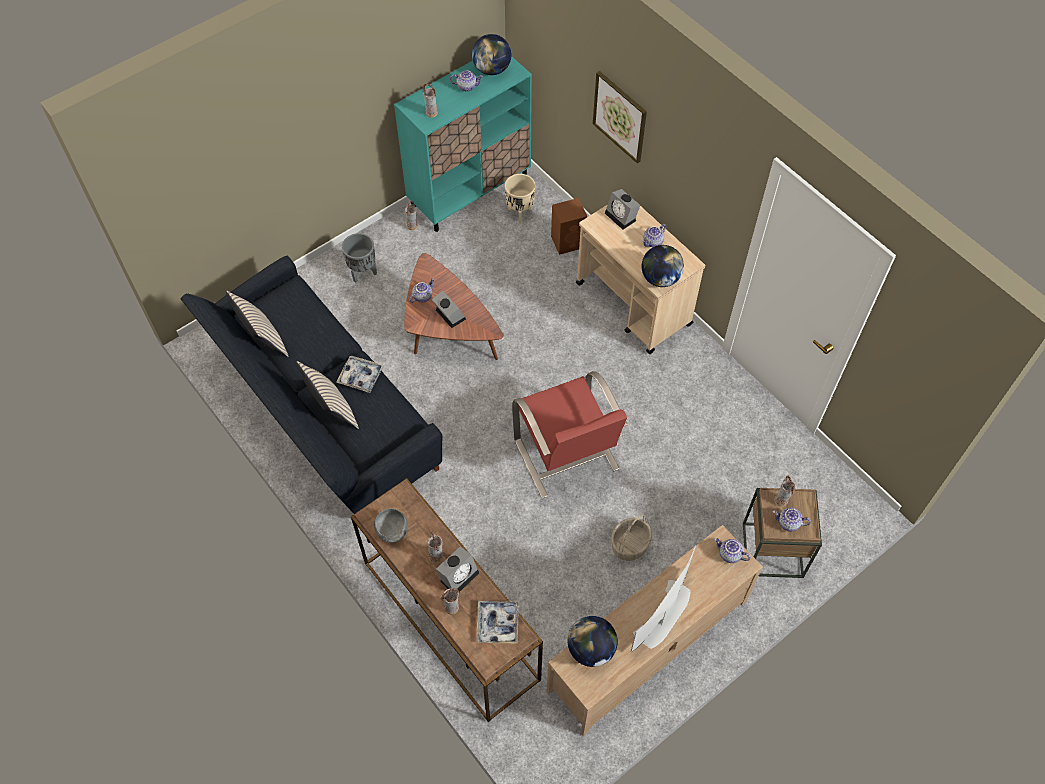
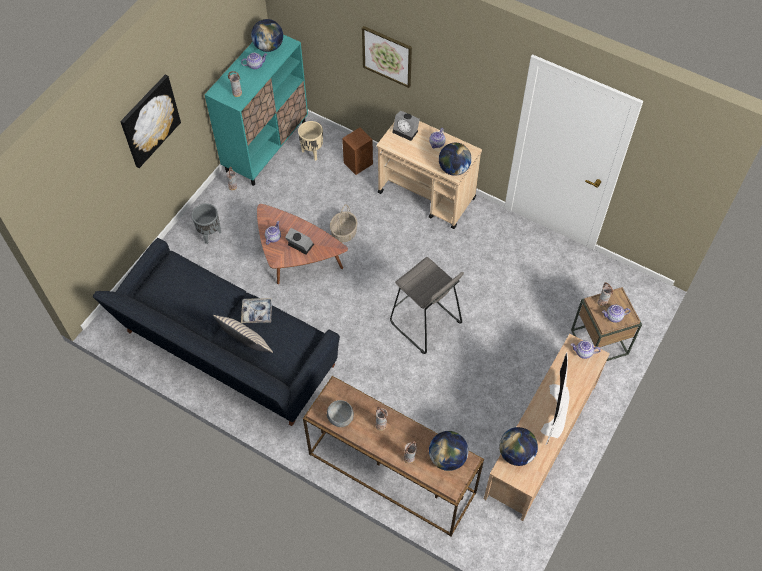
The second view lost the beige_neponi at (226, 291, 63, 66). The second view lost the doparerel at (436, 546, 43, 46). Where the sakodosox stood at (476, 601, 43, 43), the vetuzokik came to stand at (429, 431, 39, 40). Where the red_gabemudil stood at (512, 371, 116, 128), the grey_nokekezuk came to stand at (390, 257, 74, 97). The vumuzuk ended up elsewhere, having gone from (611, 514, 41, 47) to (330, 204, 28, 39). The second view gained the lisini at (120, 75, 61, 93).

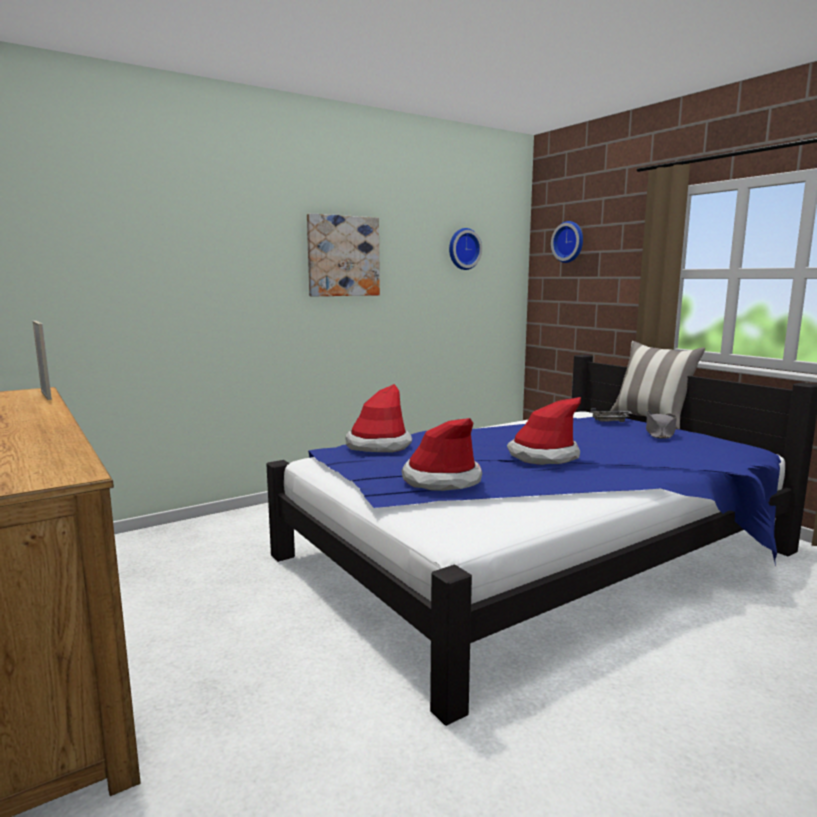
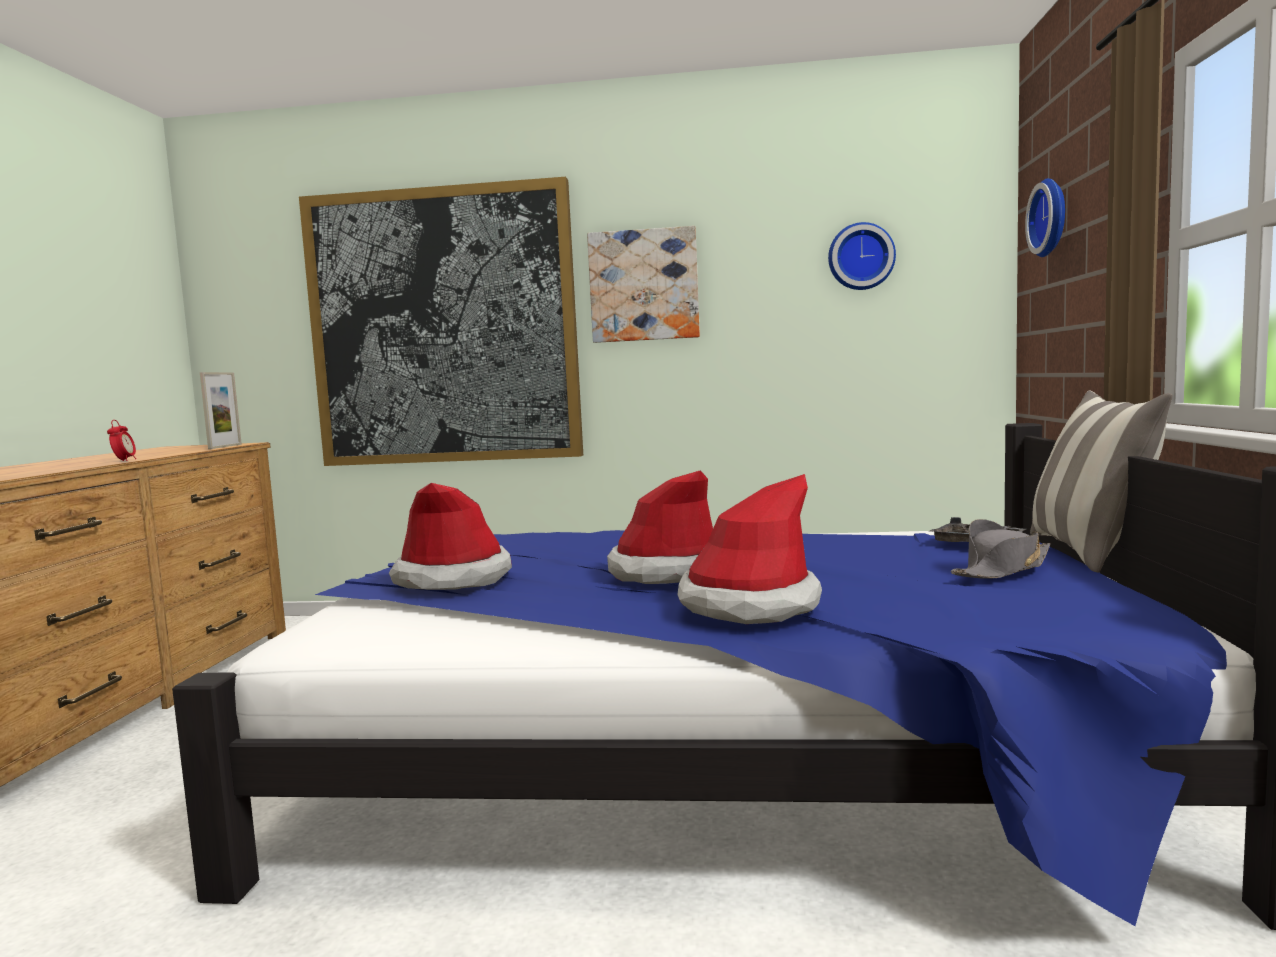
The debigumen ended up elsewhere, having gone from (345, 384, 67, 68) to (677, 474, 145, 150). The second view gained the doparerel at (107, 420, 29, 41). The second view gained the lisini at (299, 177, 284, 289).

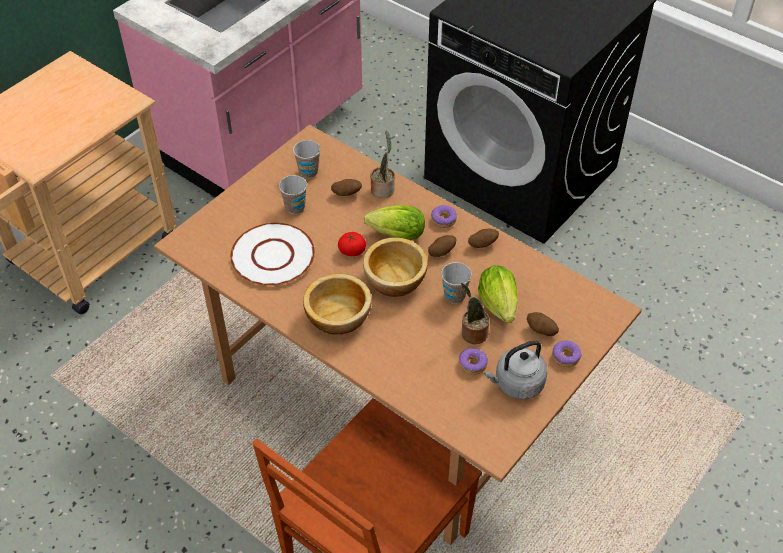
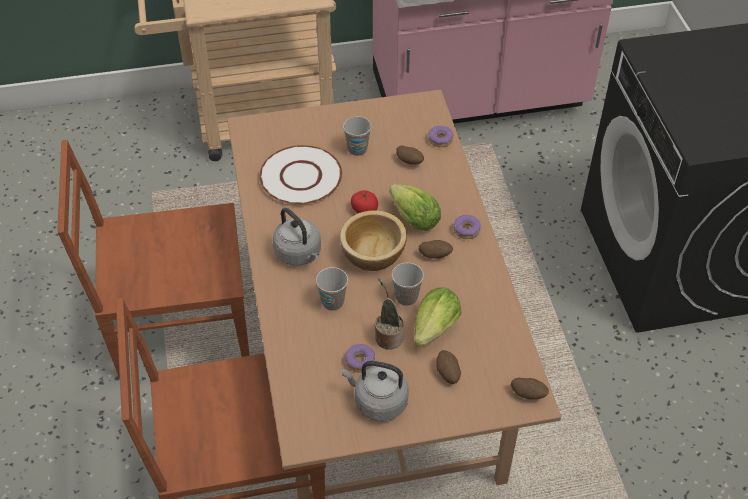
The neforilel ended up elsewhere, having gone from (293, 140, 27, 38) to (316, 267, 32, 44). Where the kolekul stood at (303, 274, 68, 61), the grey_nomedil came to stand at (273, 208, 48, 58). The second view lost the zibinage at (370, 131, 25, 67). The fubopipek ended up elsewhere, having gone from (468, 229, 31, 19) to (511, 378, 38, 21). The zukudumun ended up elsewhere, having gone from (552, 340, 30, 27) to (428, 126, 25, 21). The second view gained the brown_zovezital at (57, 140, 193, 239).

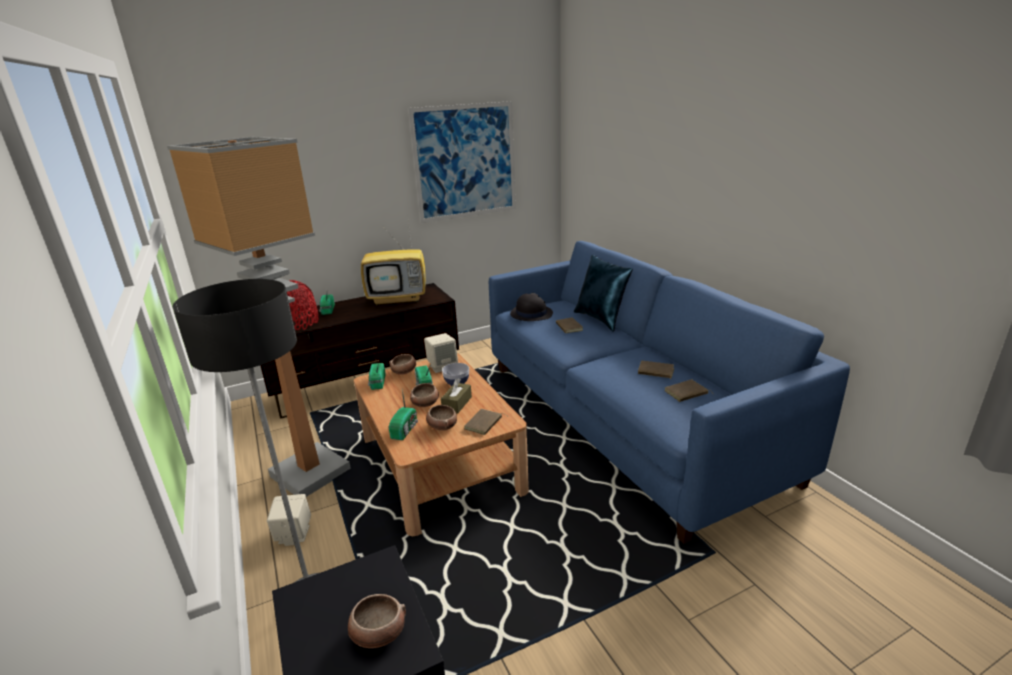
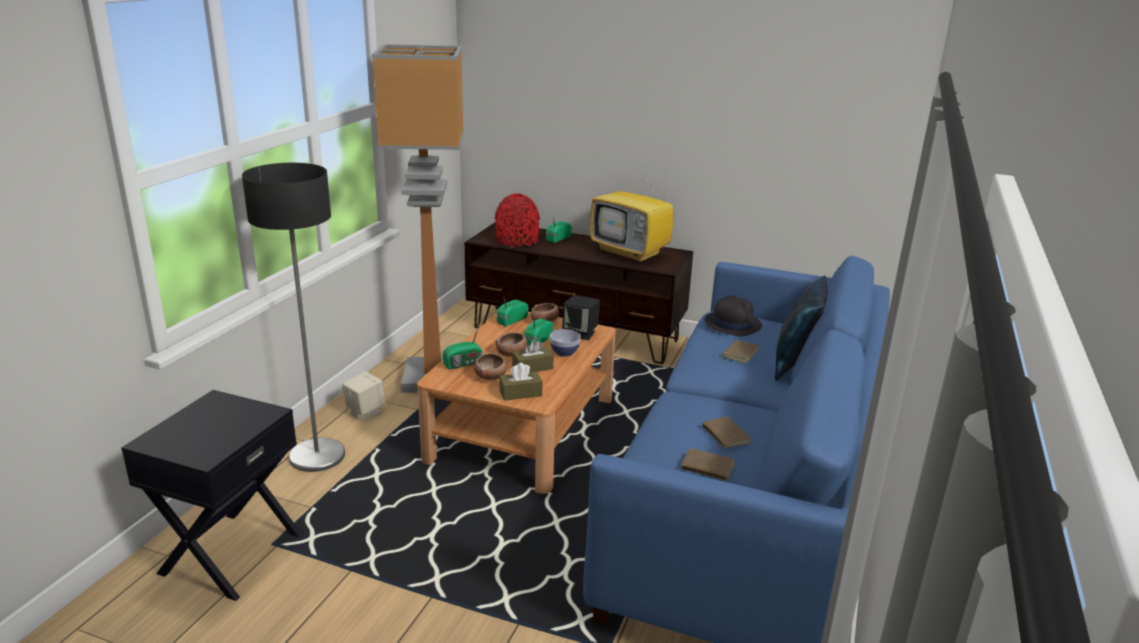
The second view lost the kolekul at (348, 594, 58, 54). The second view lost the lisini at (408, 101, 108, 122). What was the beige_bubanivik at (424, 333, 34, 40) turned into the black_bubanivik at (562, 295, 38, 45). Where the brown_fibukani stood at (464, 409, 45, 26), the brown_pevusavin came to stand at (499, 363, 43, 38).

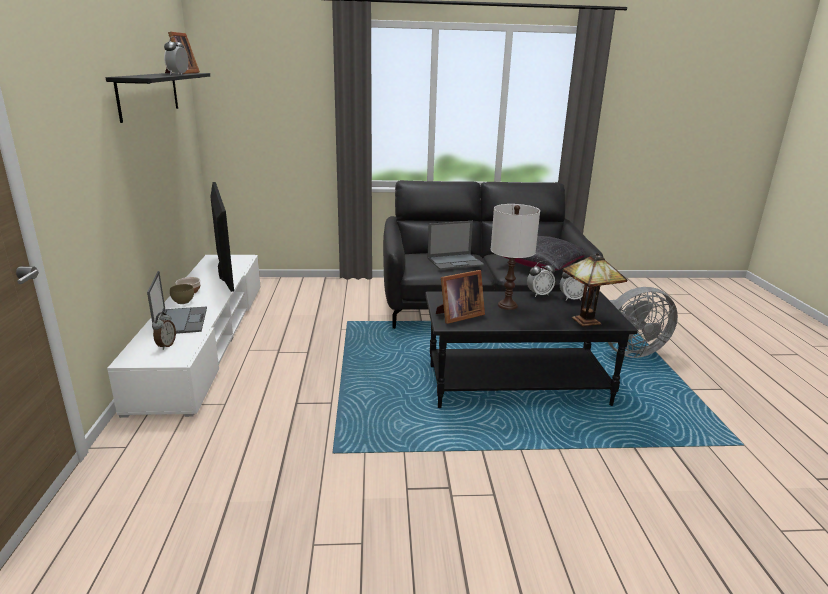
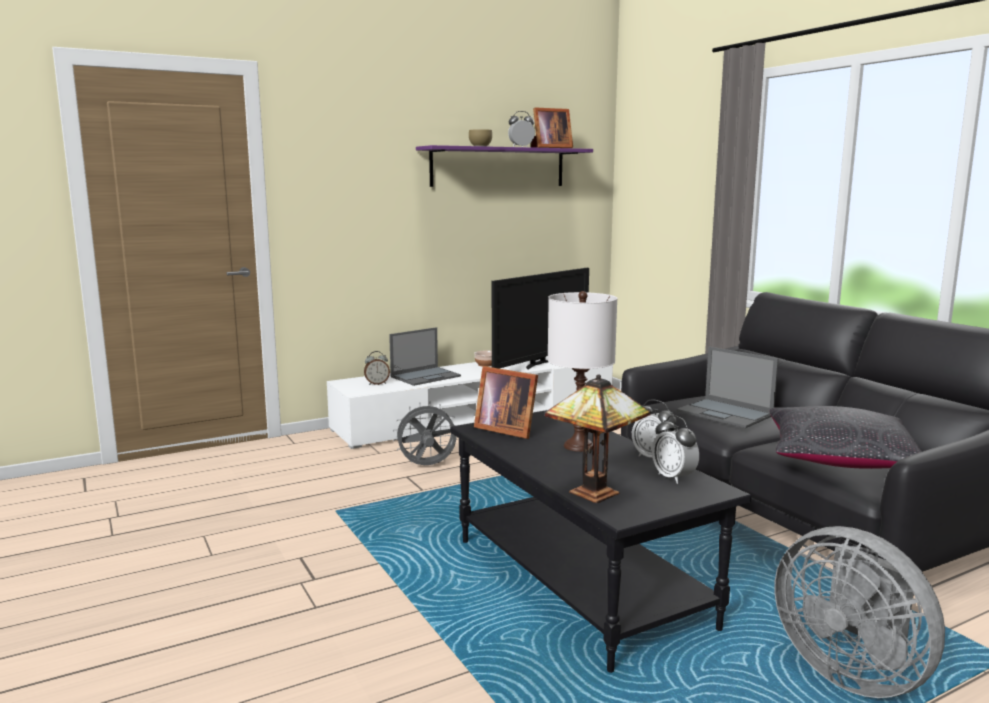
What was the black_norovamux at (106, 72, 104, 51) turned into the purple_norovamux at (416, 145, 177, 42). The brown_kolekul ended up elsewhere, having gone from (170, 284, 24, 20) to (469, 129, 23, 17). The second view gained the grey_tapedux at (393, 402, 64, 63).

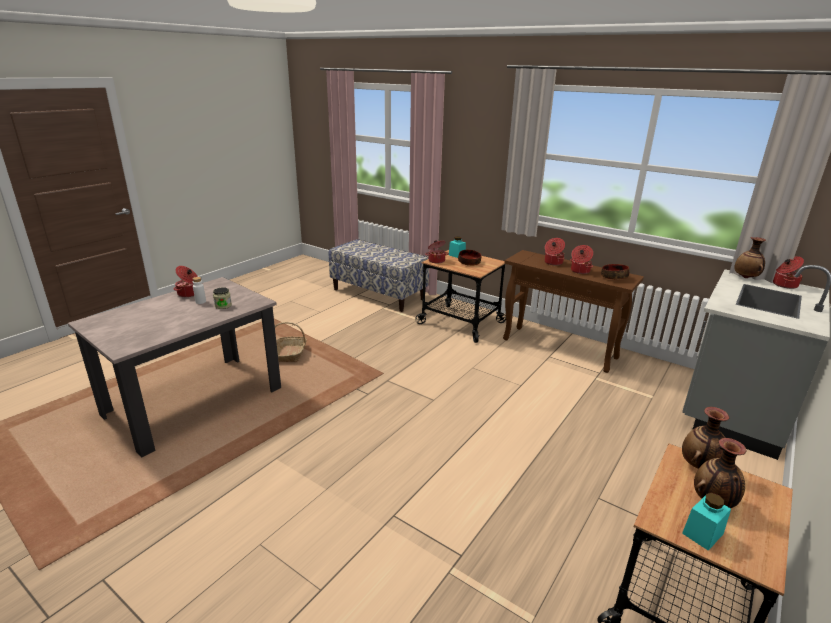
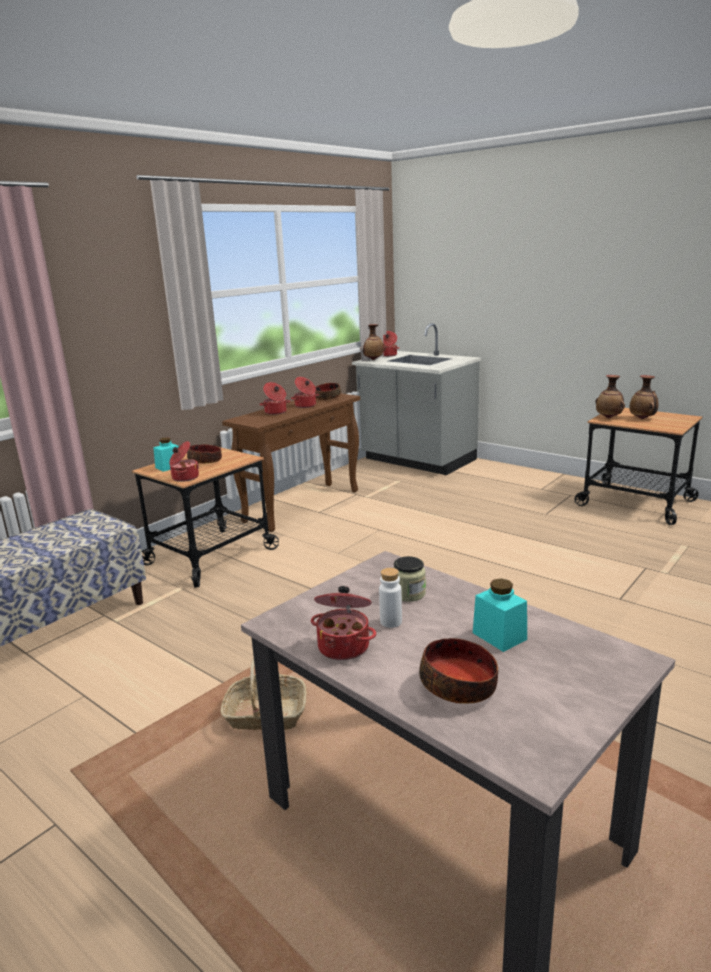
The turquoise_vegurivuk ended up elsewhere, having gone from (682, 493, 49, 58) to (473, 579, 54, 73). The second view gained the kolekul at (419, 638, 79, 66).

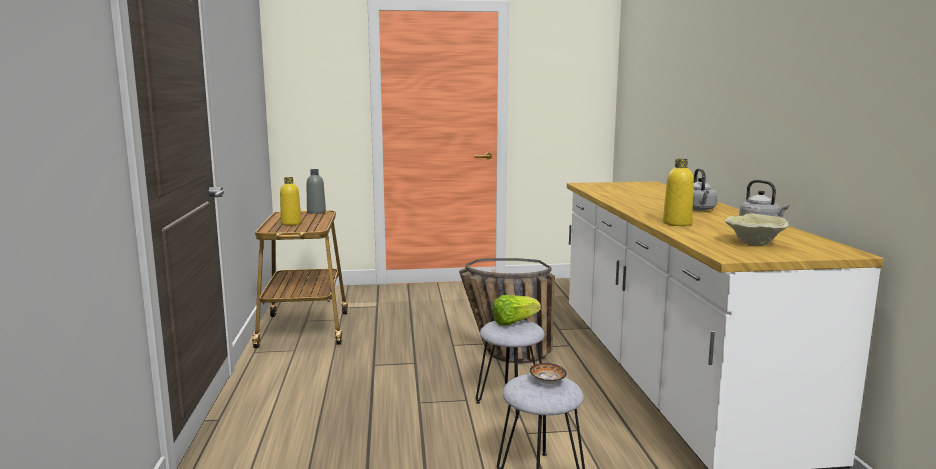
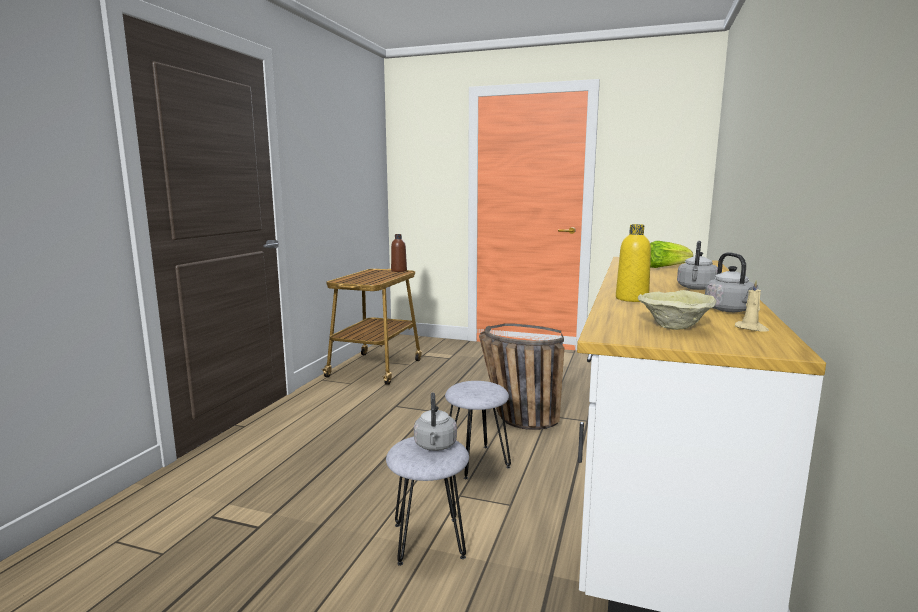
The second view lost the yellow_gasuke at (280, 177, 22, 48). What was the grey_gasuke at (306, 169, 20, 45) turned into the brown_gasuke at (391, 234, 16, 38). The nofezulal ended up elsewhere, having gone from (493, 295, 48, 30) to (650, 241, 43, 27). Where the kolekul stood at (530, 363, 37, 21), the grey_nomedil came to stand at (414, 392, 43, 59). The second view gained the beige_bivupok at (735, 280, 34, 51).

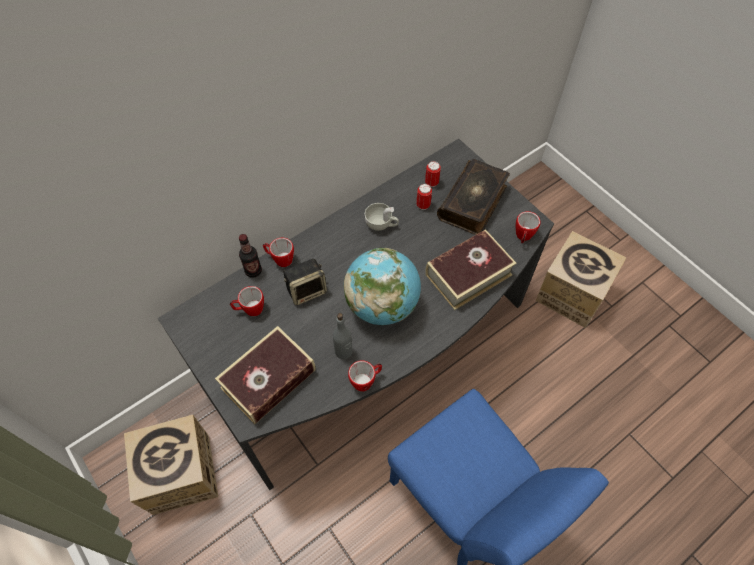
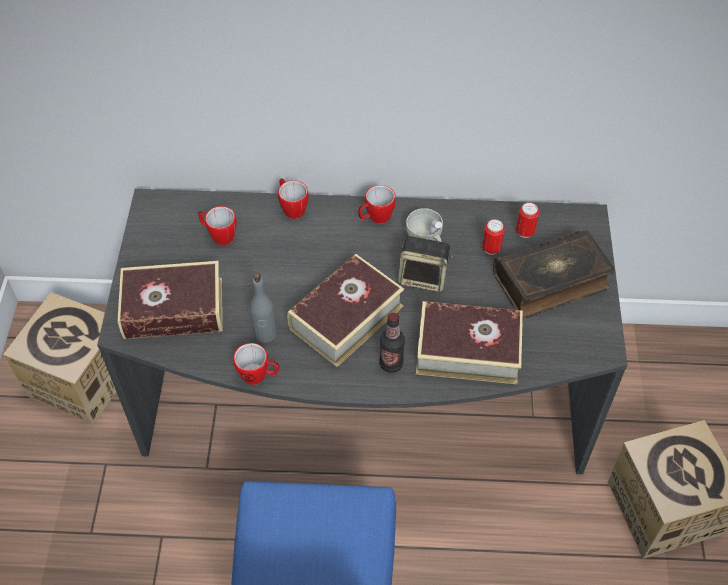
The gasuke ended up elsewhere, having gone from (239, 234, 23, 44) to (379, 313, 26, 60). The bubanivik ended up elsewhere, having gone from (283, 259, 44, 46) to (398, 236, 55, 56). Where the vetuzokik stood at (344, 248, 77, 77), the fibukani came to stand at (287, 254, 117, 113). The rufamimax ended up elsewhere, having gone from (516, 211, 24, 32) to (358, 185, 38, 39).

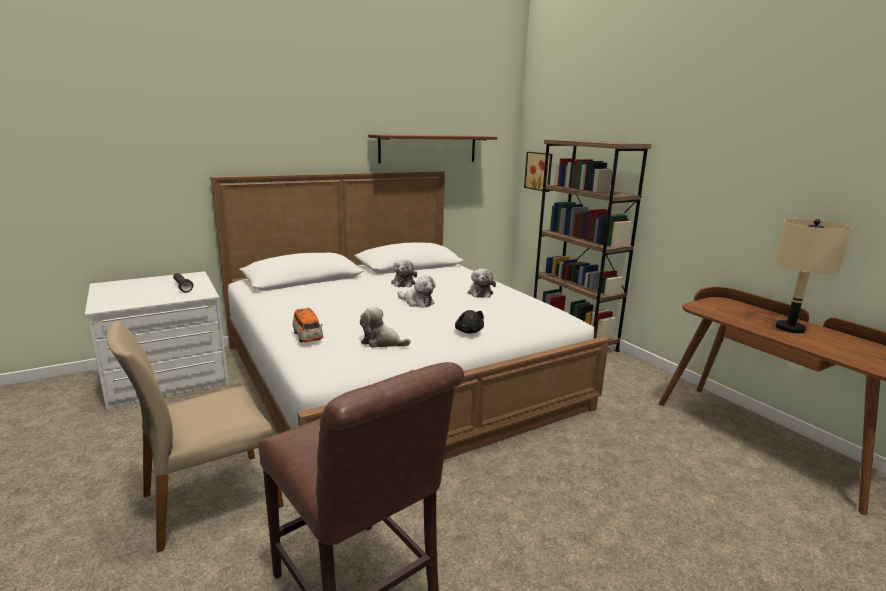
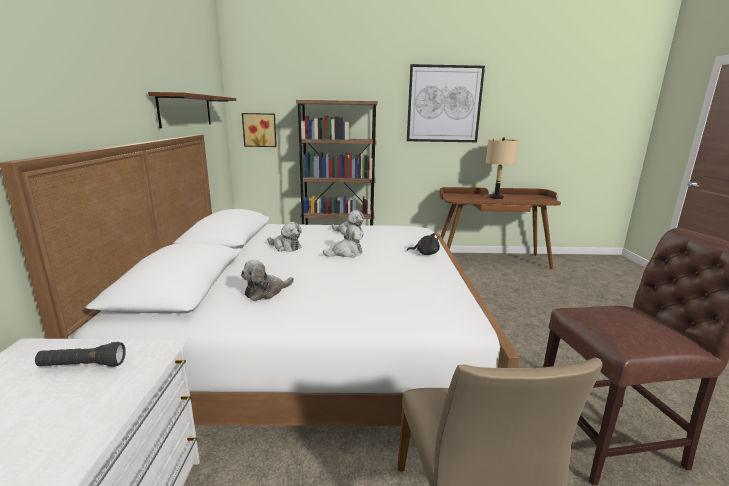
The second view lost the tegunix at (292, 307, 31, 35). The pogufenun ended up elsewhere, having gone from (360, 306, 51, 42) to (241, 260, 53, 41). The second view gained the lisini at (407, 64, 78, 78).

